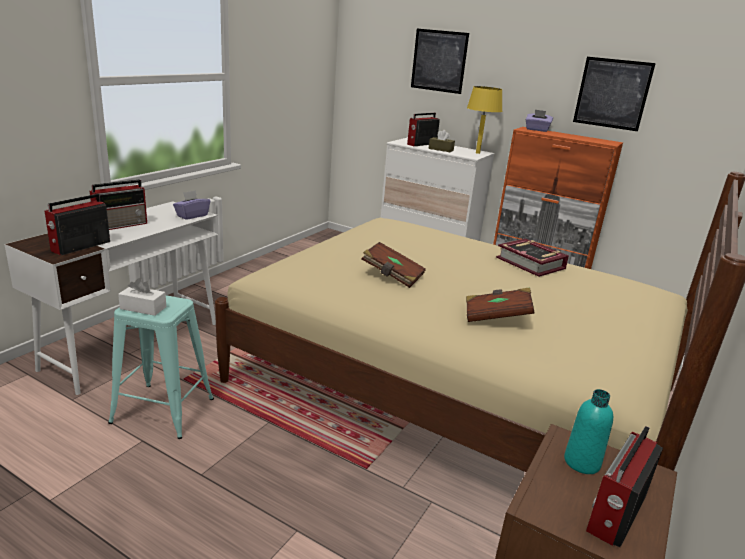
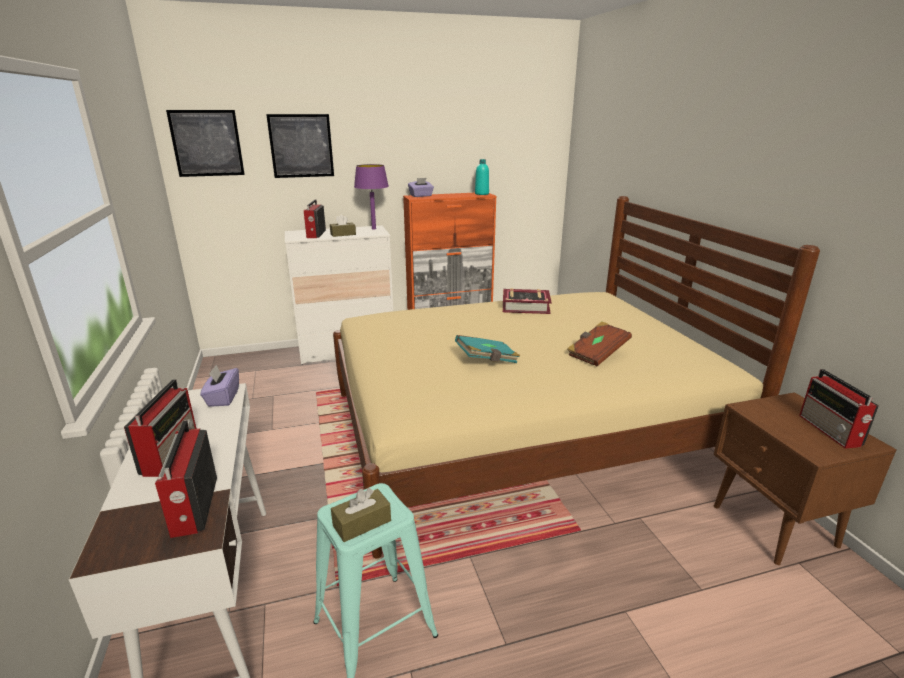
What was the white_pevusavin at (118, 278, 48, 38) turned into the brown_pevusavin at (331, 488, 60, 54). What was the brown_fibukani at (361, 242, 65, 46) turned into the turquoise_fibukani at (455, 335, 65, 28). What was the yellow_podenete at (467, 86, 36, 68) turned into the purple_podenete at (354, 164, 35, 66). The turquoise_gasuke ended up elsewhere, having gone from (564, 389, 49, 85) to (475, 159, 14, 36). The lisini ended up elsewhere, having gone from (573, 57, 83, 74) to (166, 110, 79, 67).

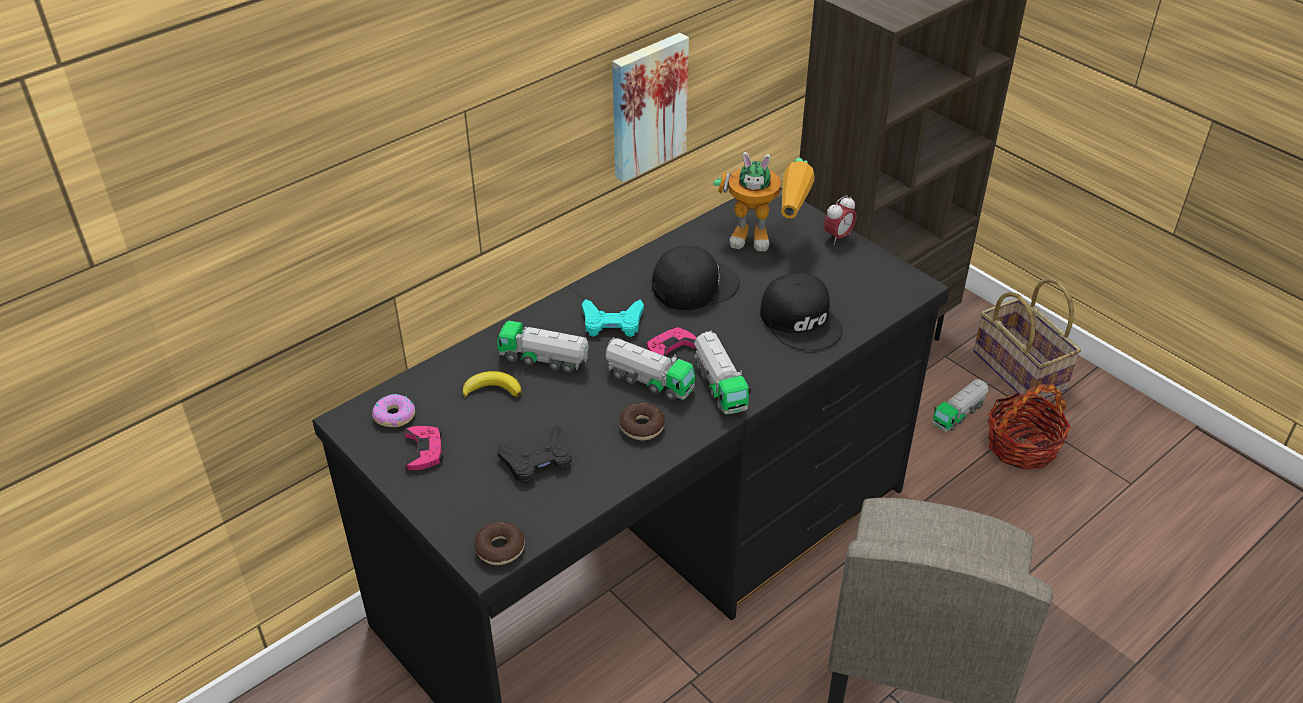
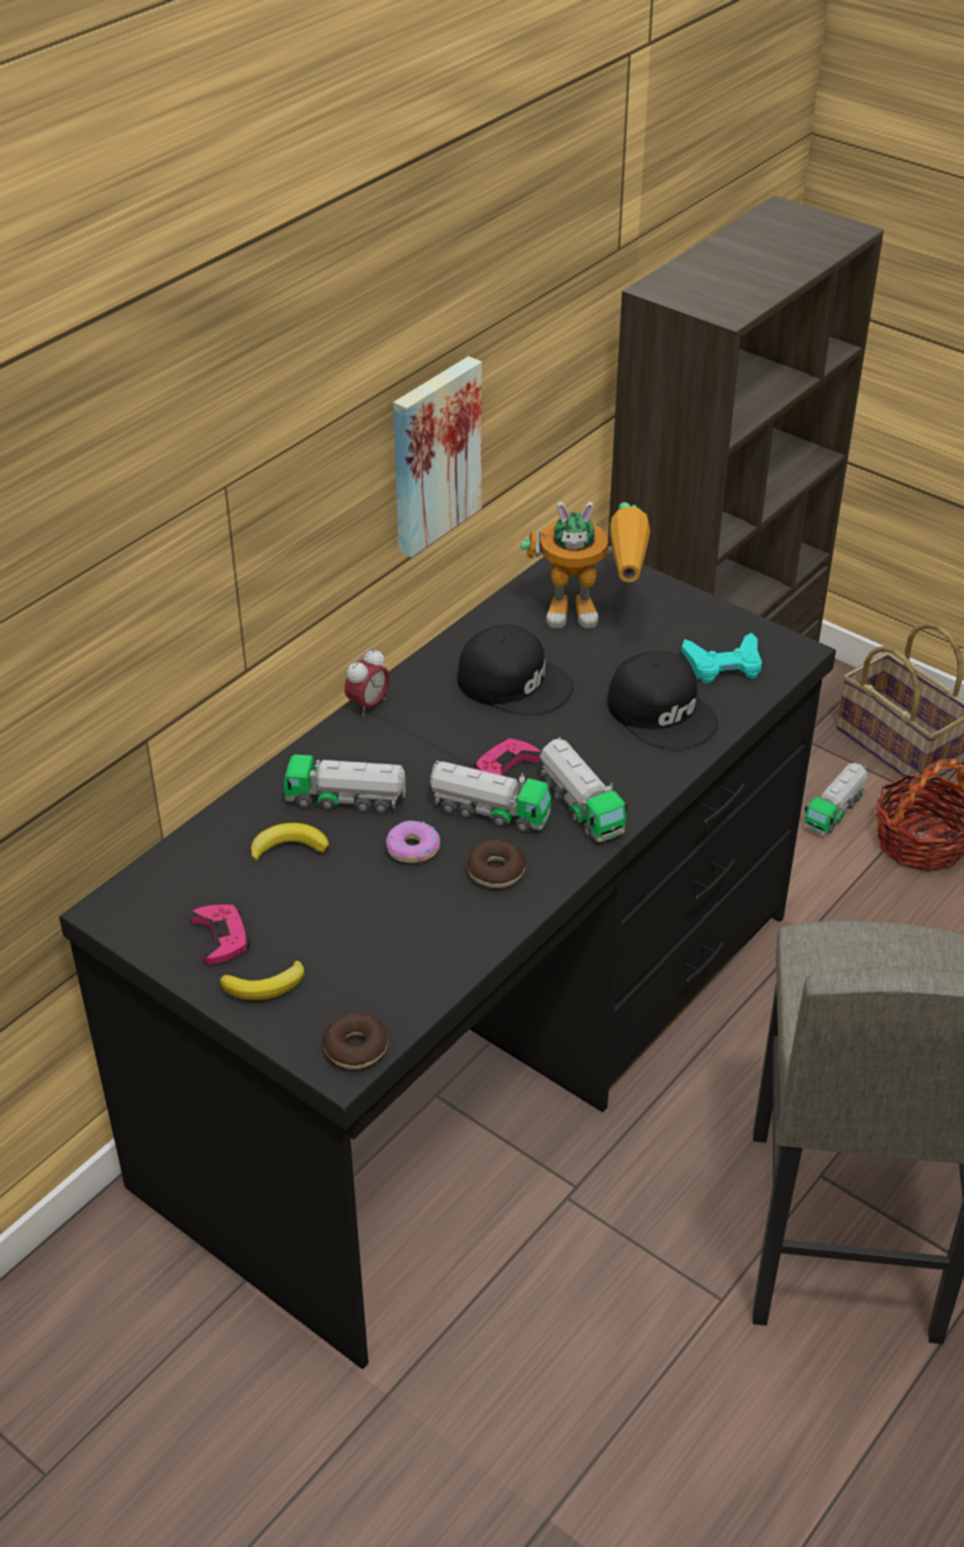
The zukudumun ended up elsewhere, having gone from (372, 394, 43, 33) to (386, 820, 54, 43). The second view lost the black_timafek at (497, 425, 75, 59). The turquoise_timafek ended up elsewhere, having gone from (582, 299, 62, 38) to (681, 633, 81, 51). The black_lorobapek at (652, 246, 88, 64) ended up facing another way, 60 degrees clockwise from before. The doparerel ended up elsewhere, having gone from (823, 195, 33, 50) to (344, 648, 46, 68). The second view gained the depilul at (220, 960, 84, 40).

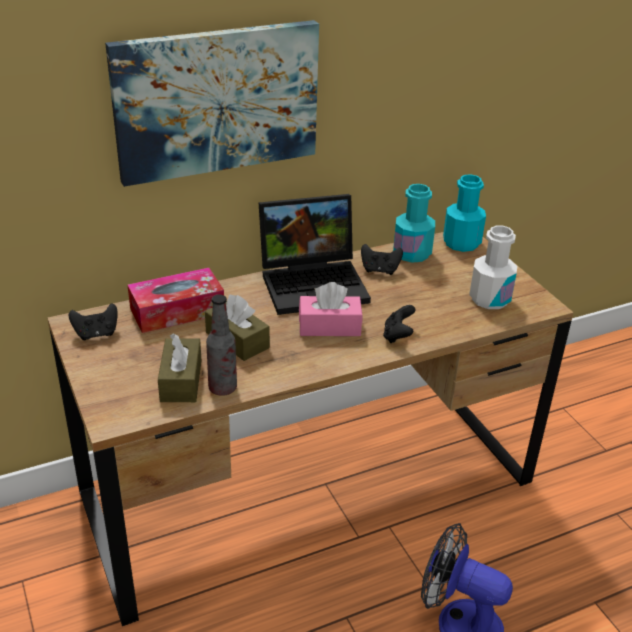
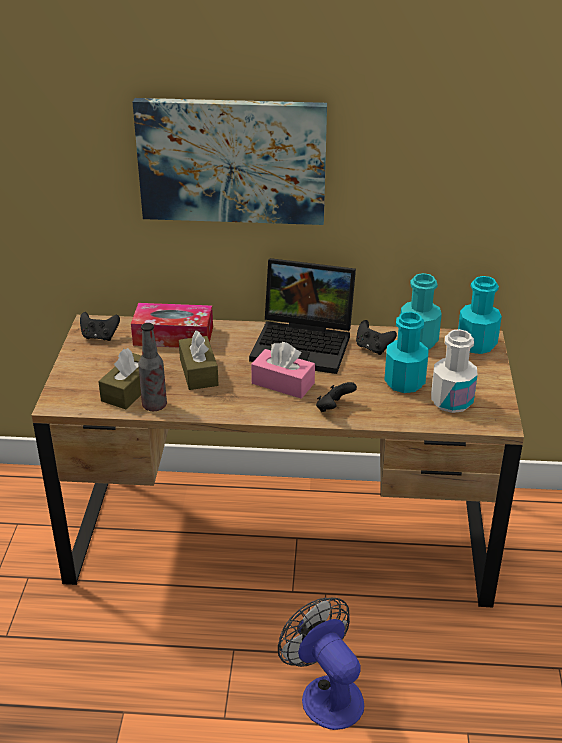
The second view gained the turquoise_gasuke at (384, 311, 44, 82).

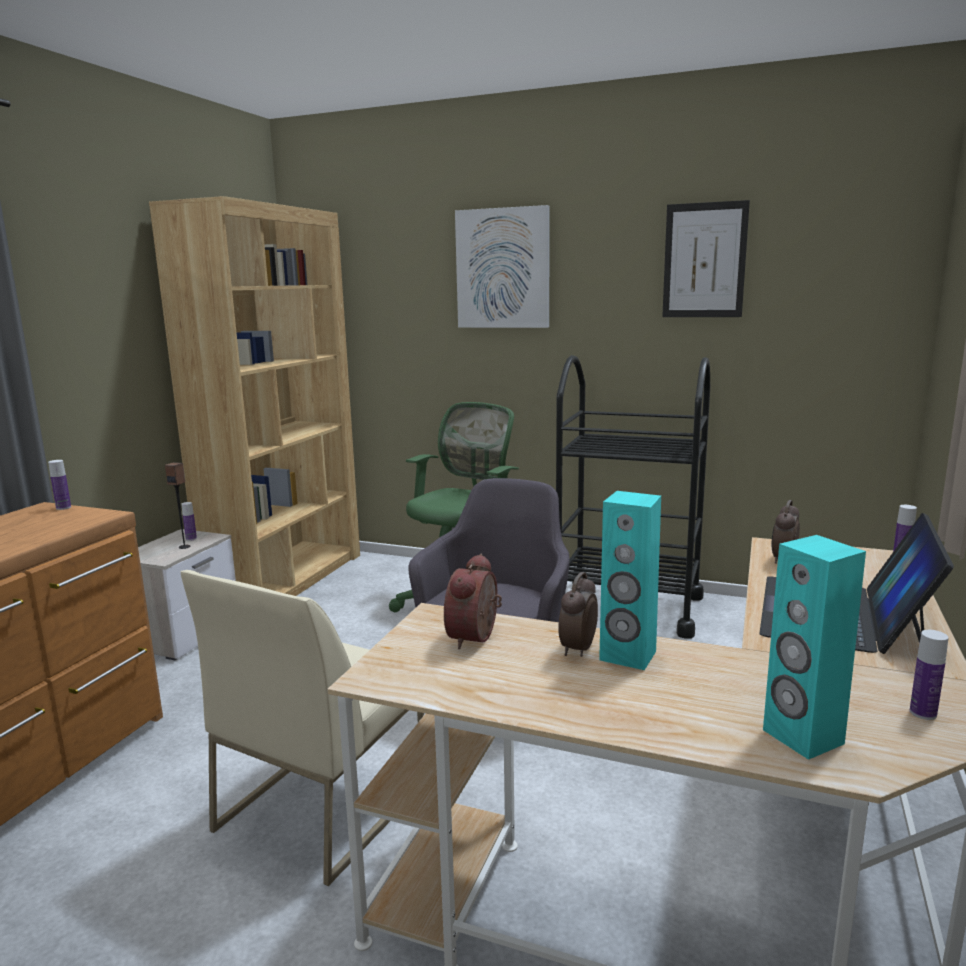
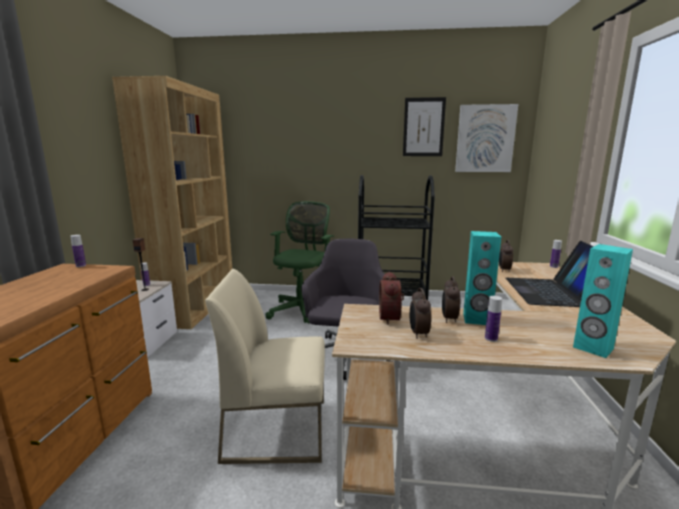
The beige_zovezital at (180, 570, 244, 316) ended up facing another way, 75 degrees clockwise from before. The lisini ended up elsewhere, having gone from (455, 205, 95, 123) to (455, 104, 63, 68). The gasuke ended up elsewhere, having gone from (910, 630, 39, 90) to (485, 296, 17, 46). The second view gained the doparerel at (410, 288, 21, 51).

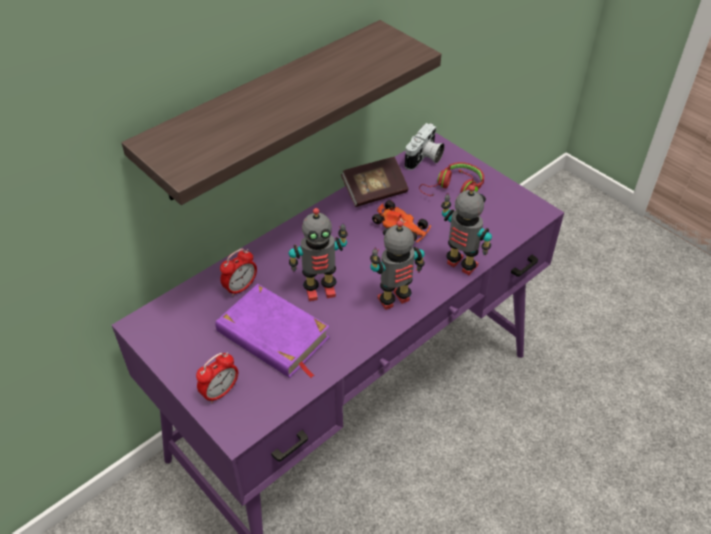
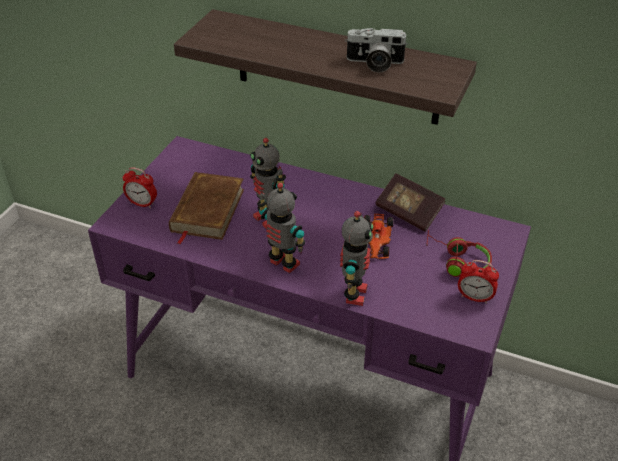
What was the purple_fibukani at (215, 284, 114, 95) turned into the brown_fibukani at (169, 172, 75, 72). The doparerel ended up elsewhere, having gone from (220, 249, 37, 48) to (458, 260, 41, 44). The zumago ended up elsewhere, having gone from (405, 123, 39, 47) to (345, 28, 63, 45).

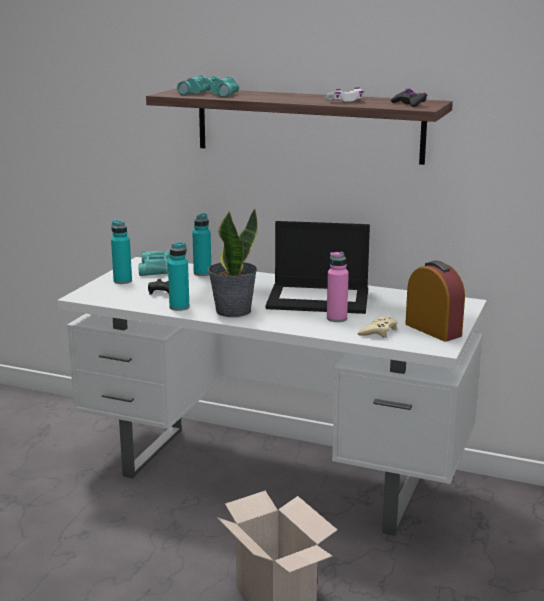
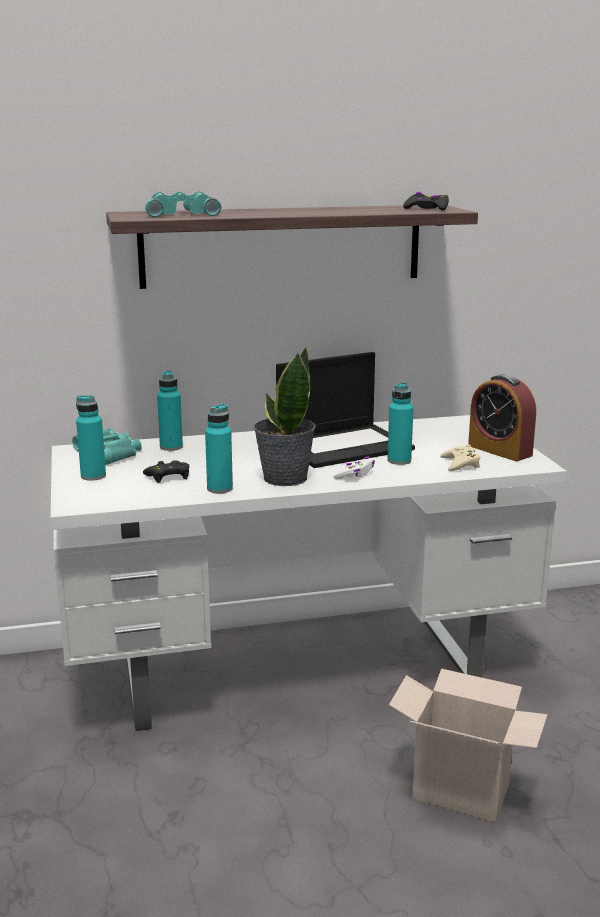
The white_timafek ended up elsewhere, having gone from (324, 87, 40, 15) to (333, 456, 42, 23). What was the pink_gasuke at (327, 252, 22, 70) turned into the turquoise_gasuke at (387, 382, 27, 83). The doparerel at (405, 261, 60, 81) ended up facing another way, 150 degrees counterclockwise from before.

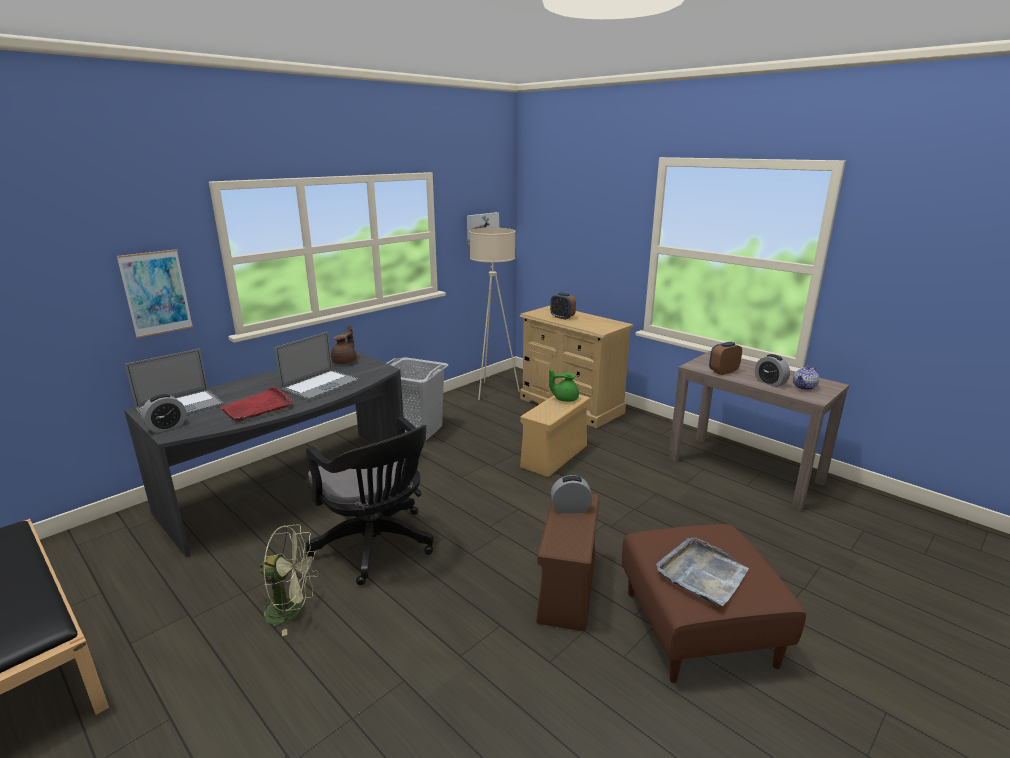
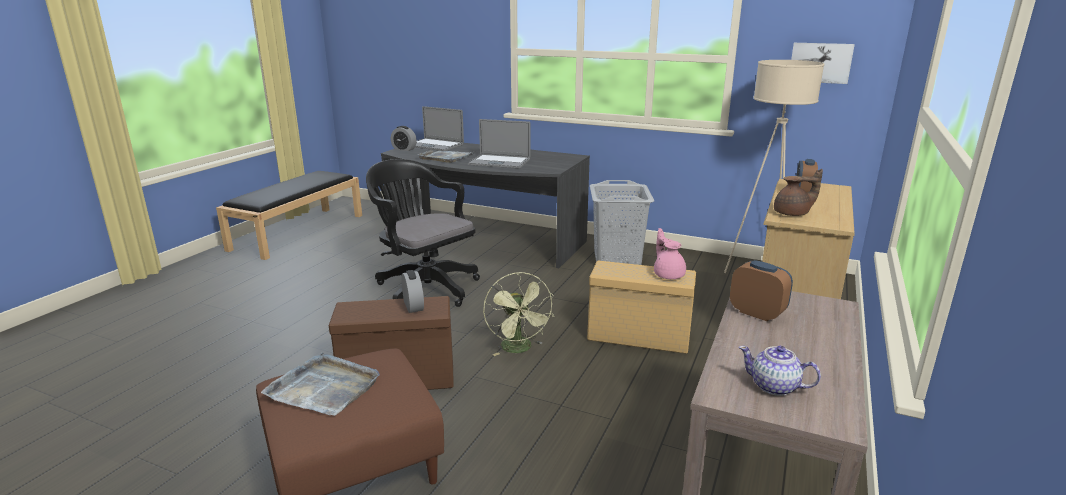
The second view lost the lisini at (117, 249, 76, 89). What was the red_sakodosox at (220, 387, 73, 35) turned into the grey_sakodosox at (417, 150, 57, 13). The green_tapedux ended up elsewhere, having gone from (258, 524, 60, 112) to (483, 272, 71, 84). The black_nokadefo at (306, 417, 128, 168) ended up facing another way, 105 degrees clockwise from before. The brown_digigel ended up elsewhere, having gone from (331, 325, 26, 39) to (774, 169, 49, 47). What was the green_digigel at (549, 369, 30, 33) turned into the pink_digigel at (654, 228, 32, 51). The second view lost the doparerel at (755, 354, 35, 33).

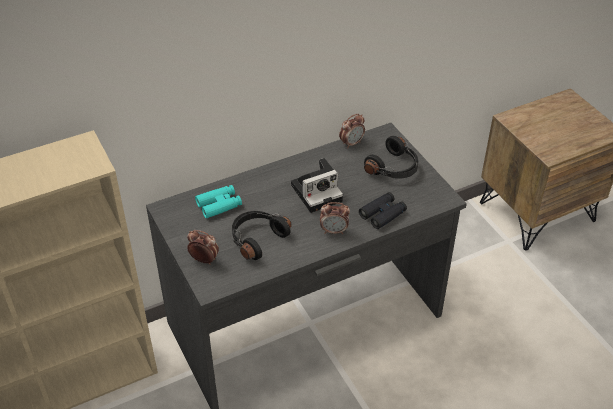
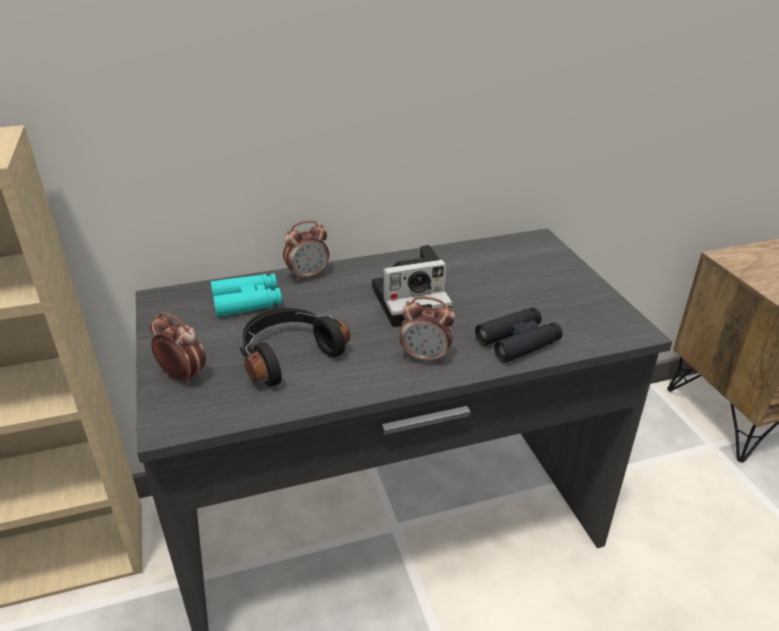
The doparerel ended up elsewhere, having gone from (339, 114, 26, 35) to (283, 221, 46, 61). The second view lost the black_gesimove at (364, 136, 54, 43).

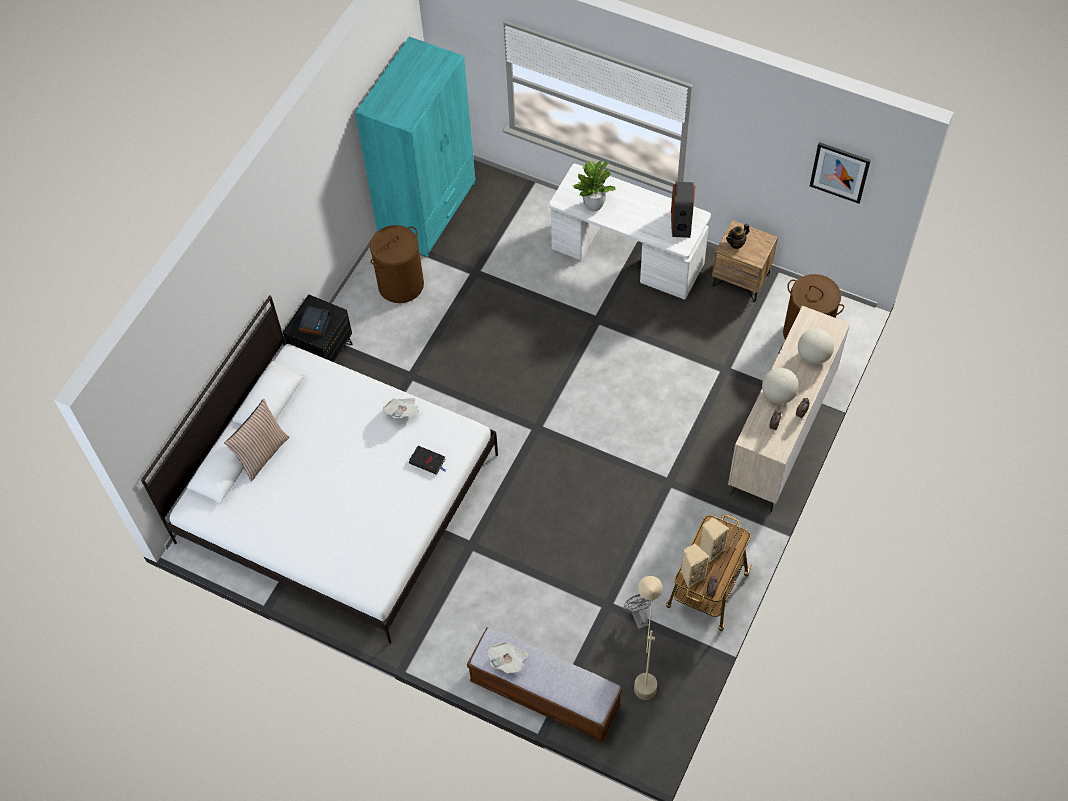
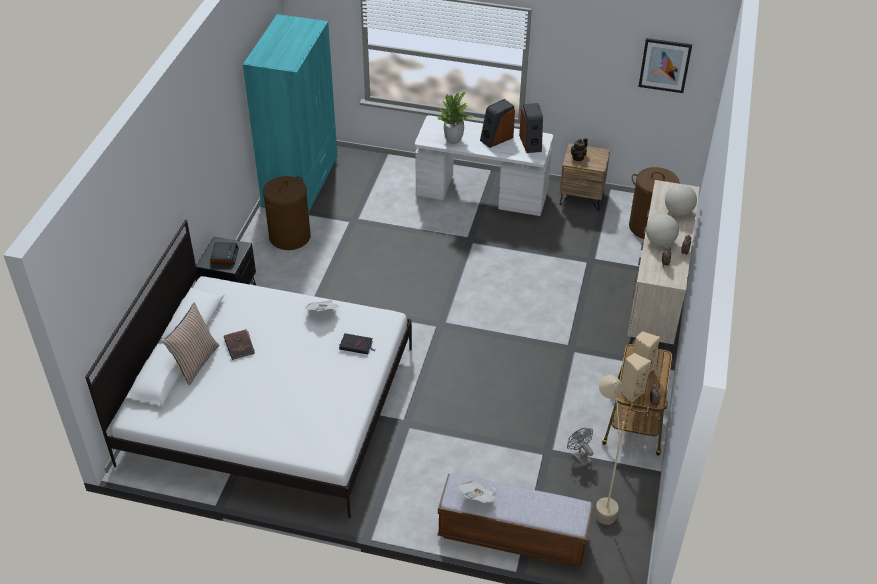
The second view gained the brown_fibukani at (224, 329, 31, 31). The second view gained the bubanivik at (480, 99, 35, 49).

